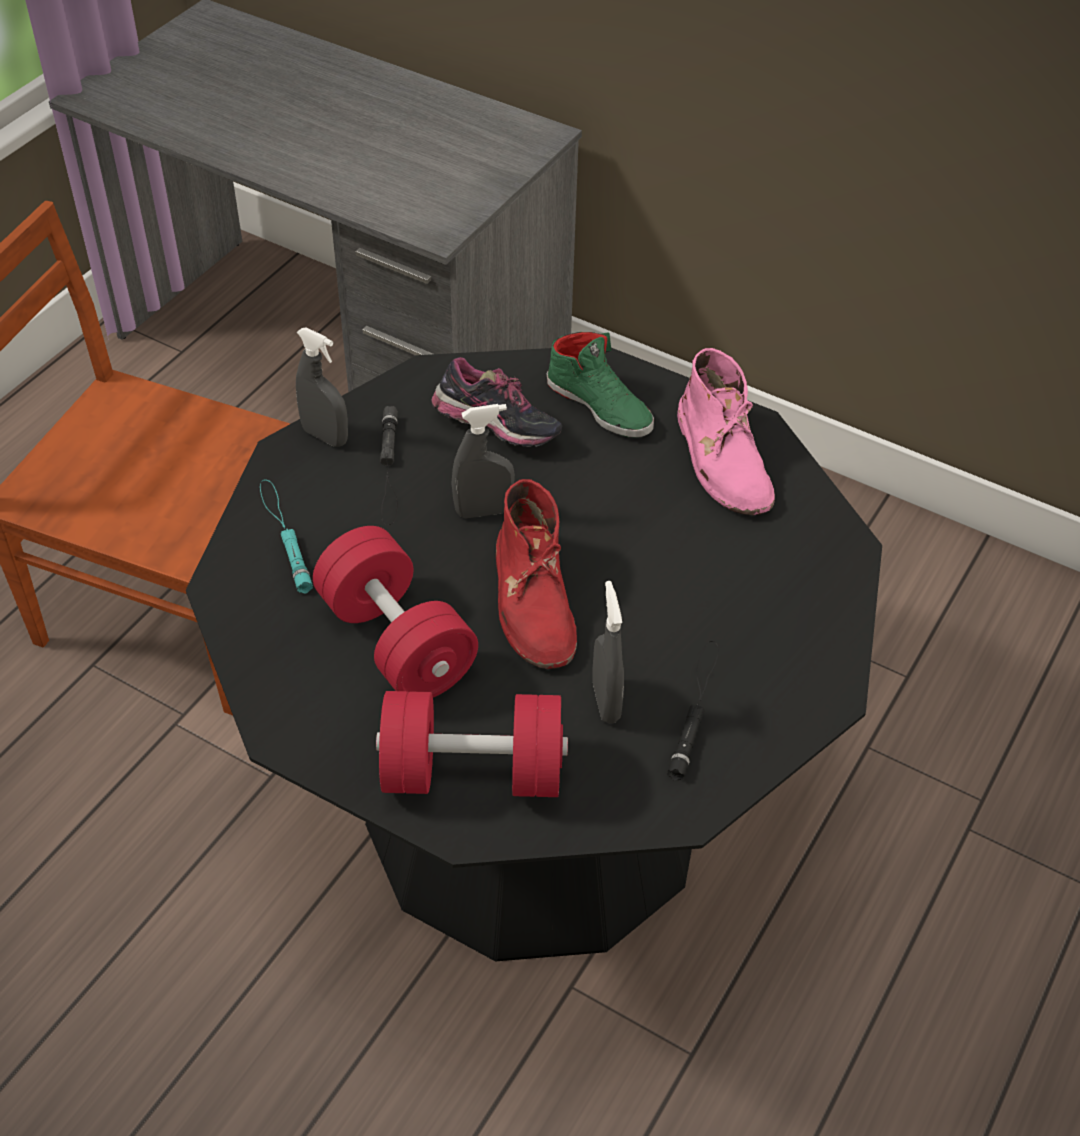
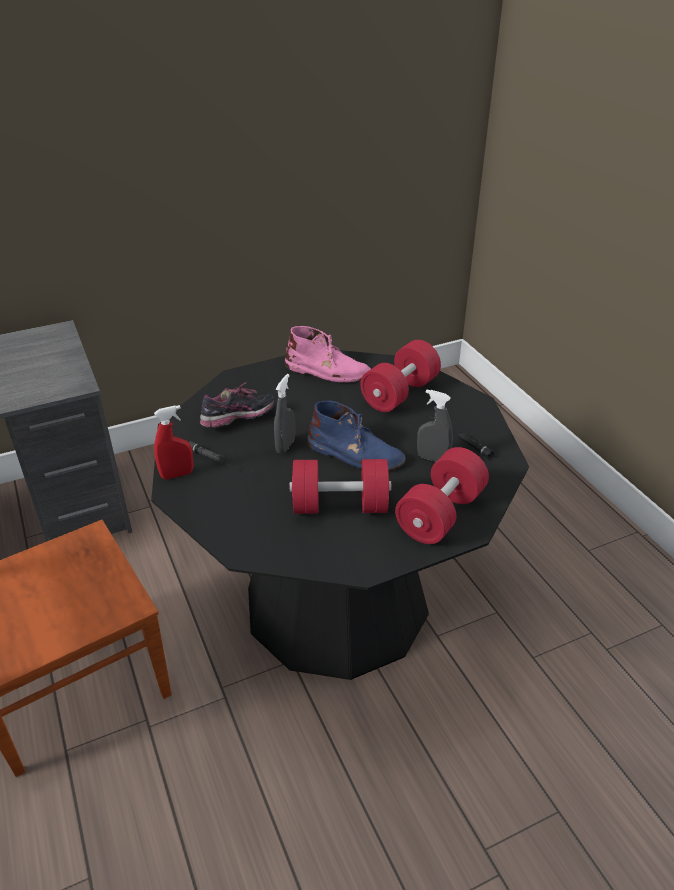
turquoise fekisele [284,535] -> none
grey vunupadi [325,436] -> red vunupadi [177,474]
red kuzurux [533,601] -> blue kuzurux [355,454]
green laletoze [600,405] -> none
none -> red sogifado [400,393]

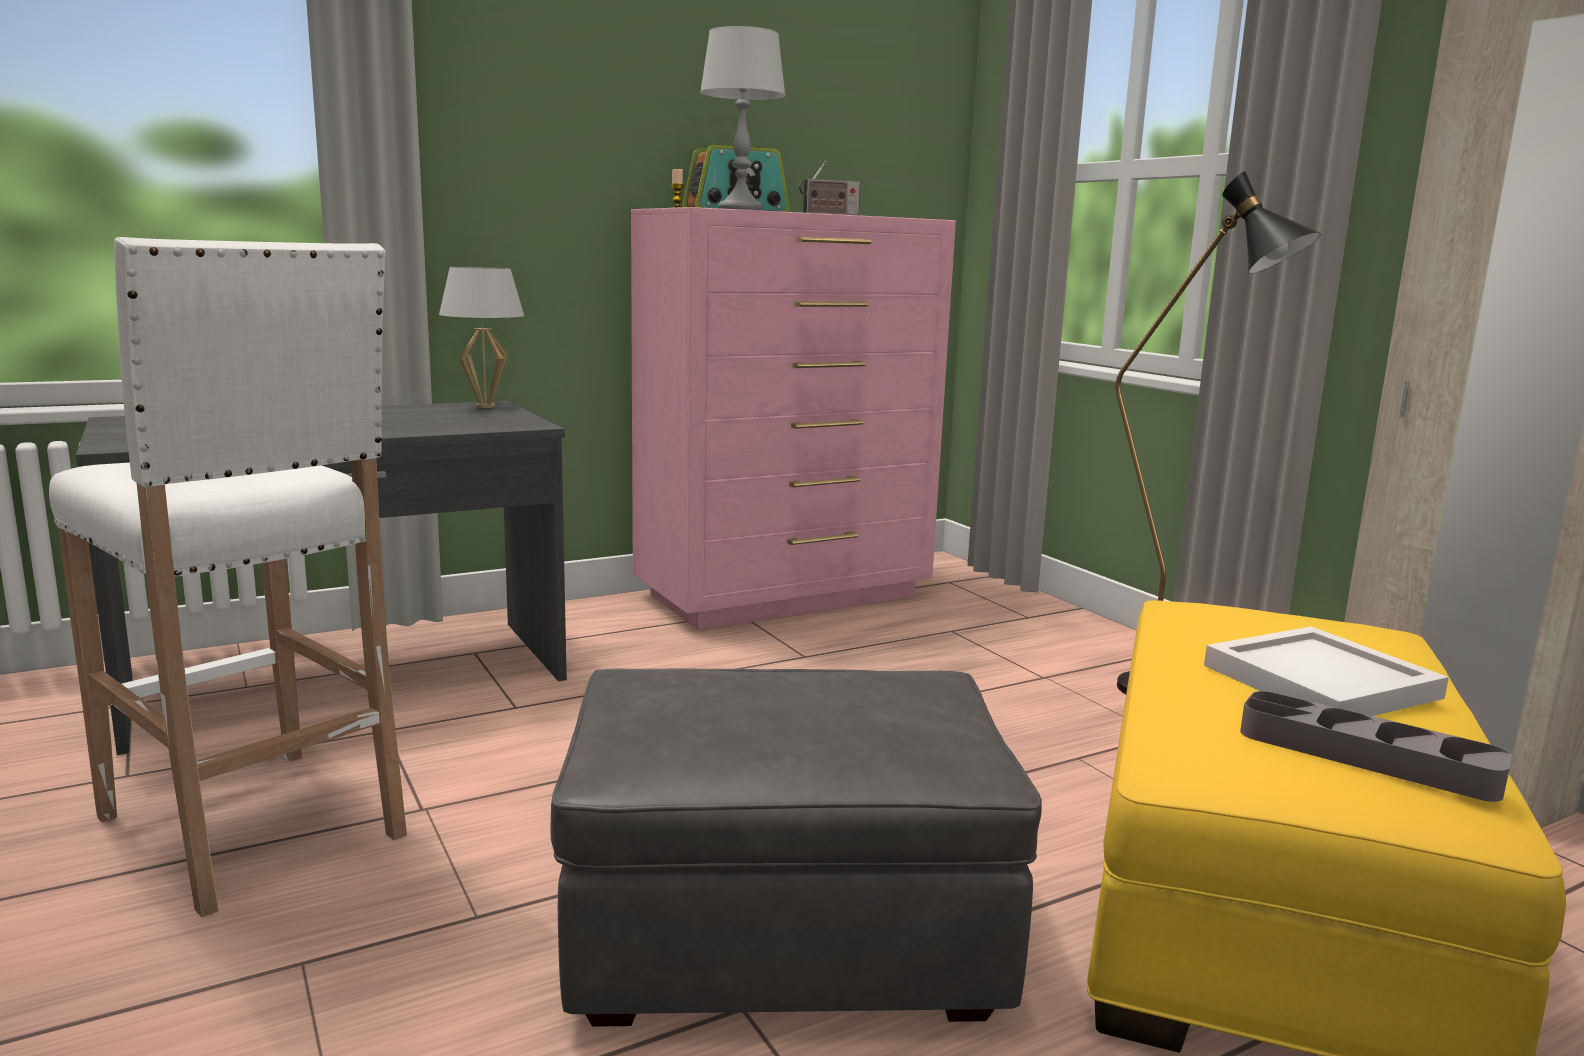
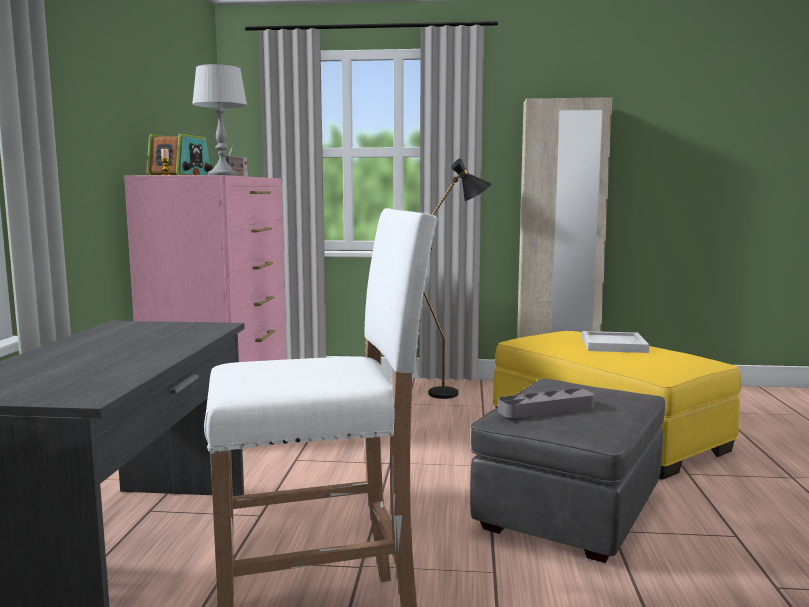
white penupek [486,406] -> none
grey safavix [1366,756] -> grey safavix [546,409], moved

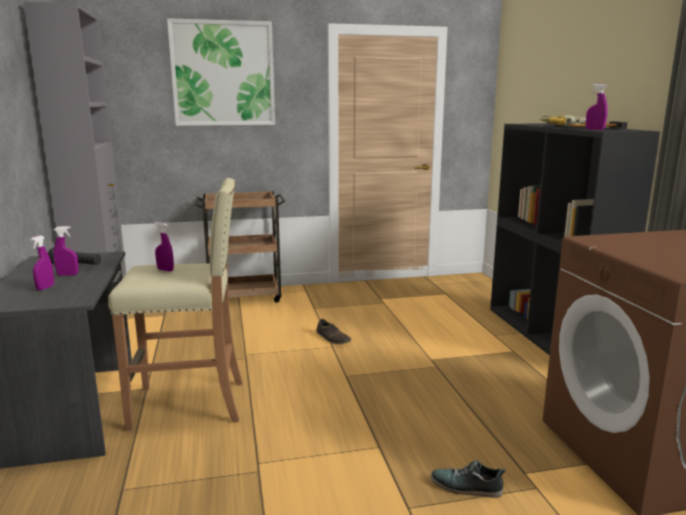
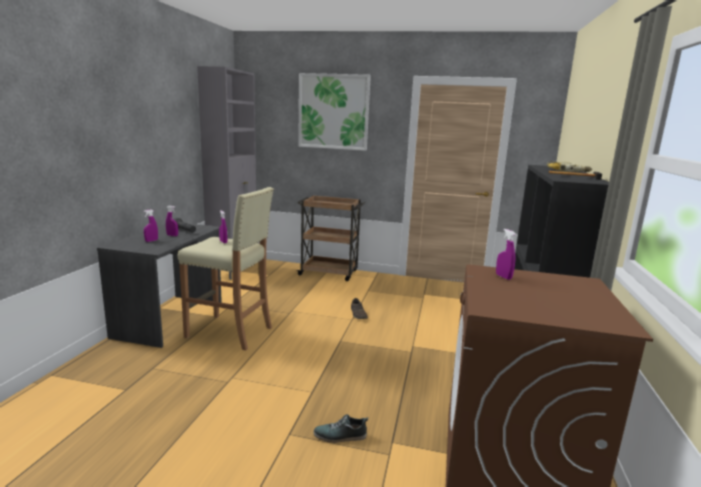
laletoze [466,487] -> laletoze [340,436], 45 degrees counterclockwise
purple vunupadi [594,129] -> purple vunupadi [503,277], moved

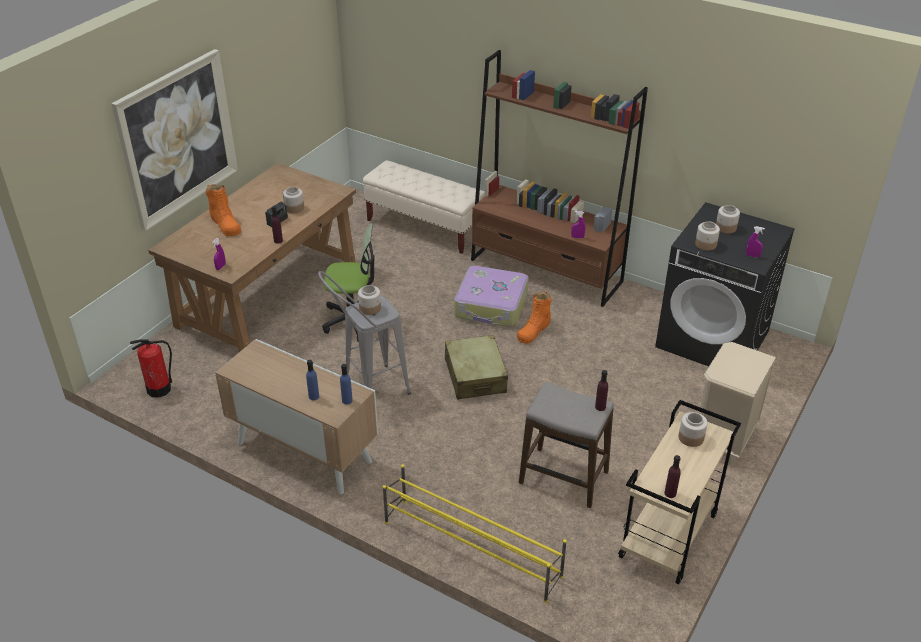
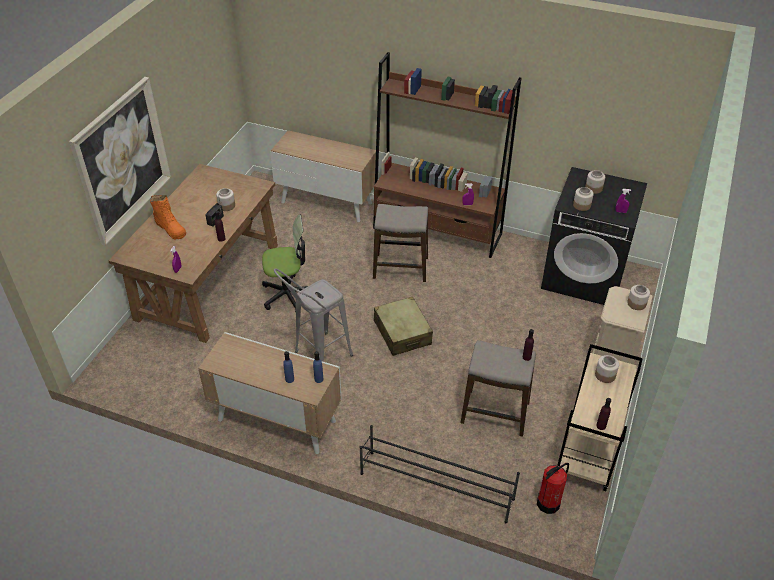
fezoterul [159,389] -> fezoterul [548,503], moved
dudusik [370,308] -> dudusik [637,303], moved
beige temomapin [425,227] -> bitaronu [327,202]
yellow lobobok [471,548] -> black lobobok [436,485]
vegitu [491,306] -> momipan [400,268]
orange kuzurux [534,330] -> none

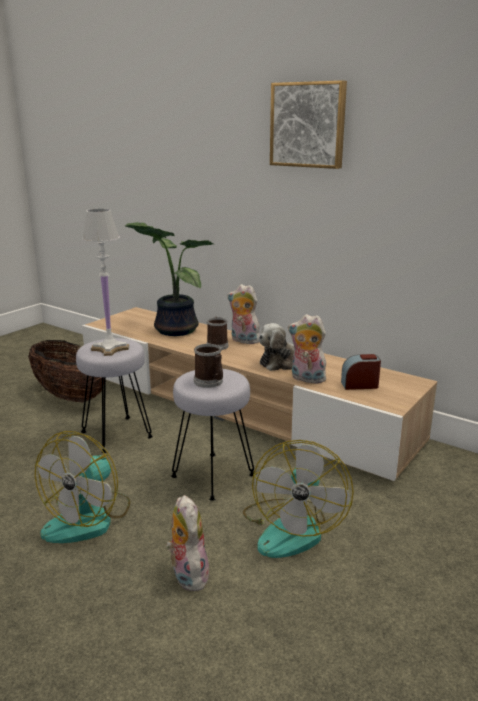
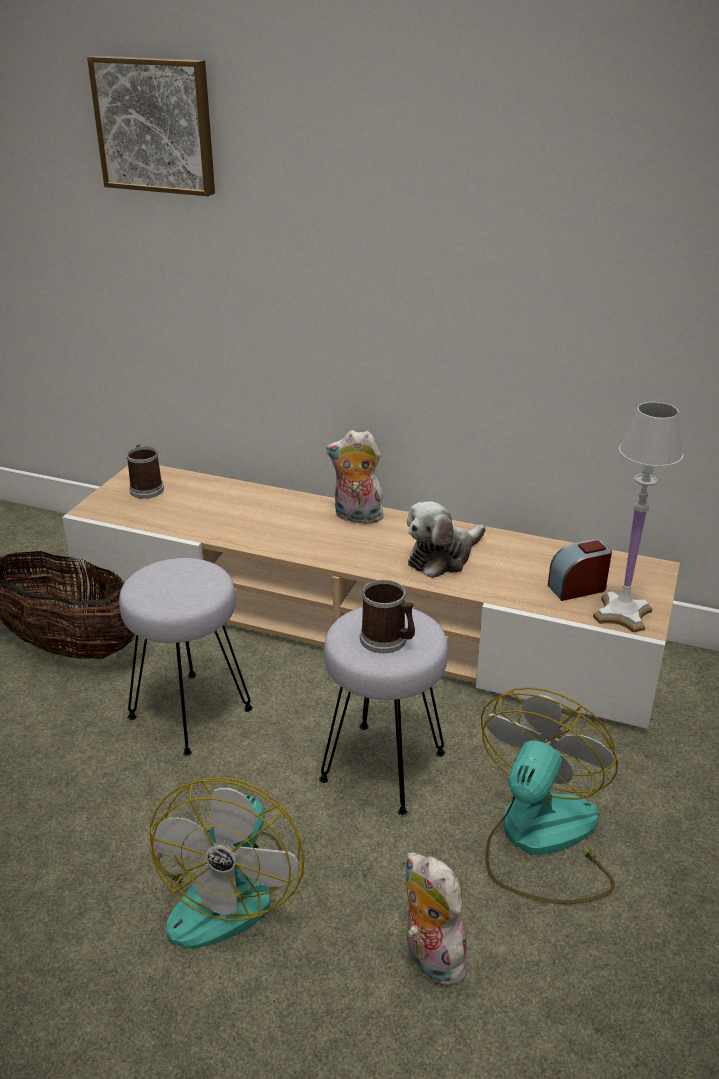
white penupek [109,349] -> white penupek [622,614], moved
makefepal [173,330] -> none
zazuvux [217,345] -> zazuvux [146,488], moved
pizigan [292,528] -> pizigan [540,841], 150 degrees counterclockwise
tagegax [308,125] -> tagegax [156,125], moved
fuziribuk [306,379] -> none

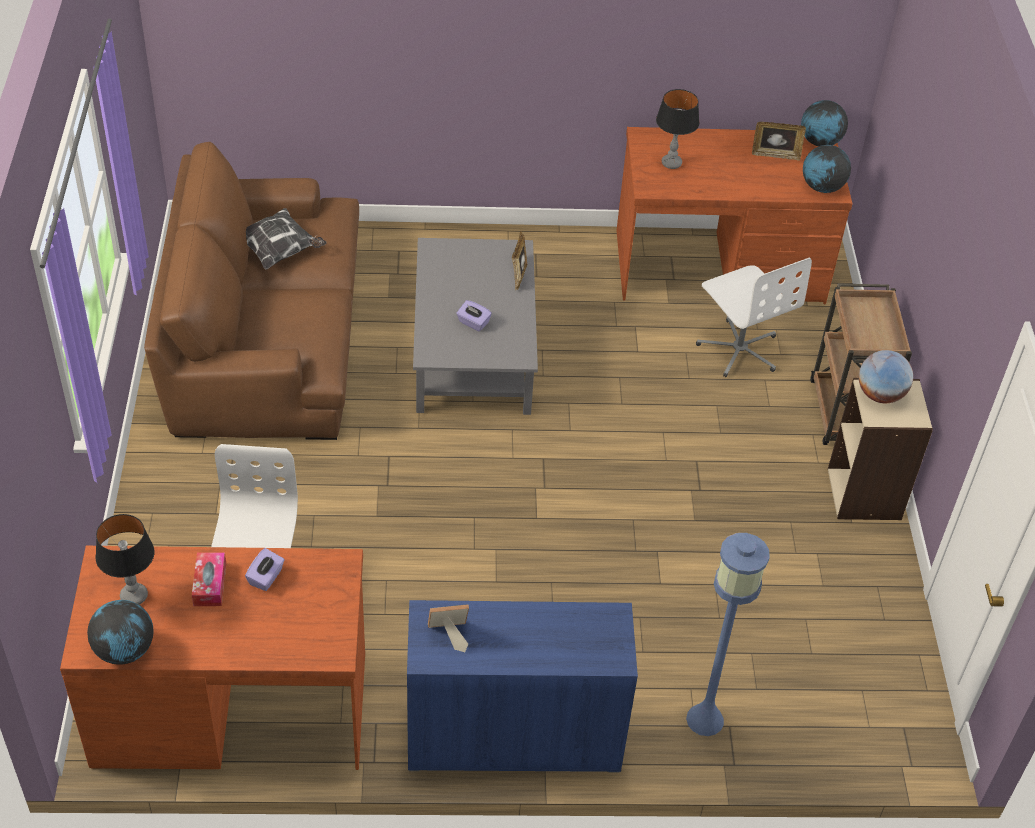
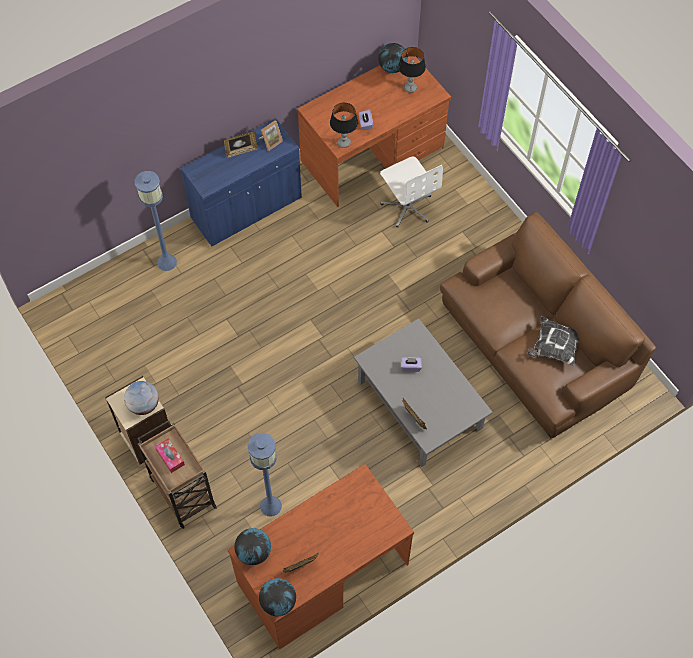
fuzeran [210,584] -> fuzeran [170,457], moved
penupek [671,163] -> penupek [343,143], moved
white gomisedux [739,349] -> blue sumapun [270,505]
none -> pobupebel [241,151]

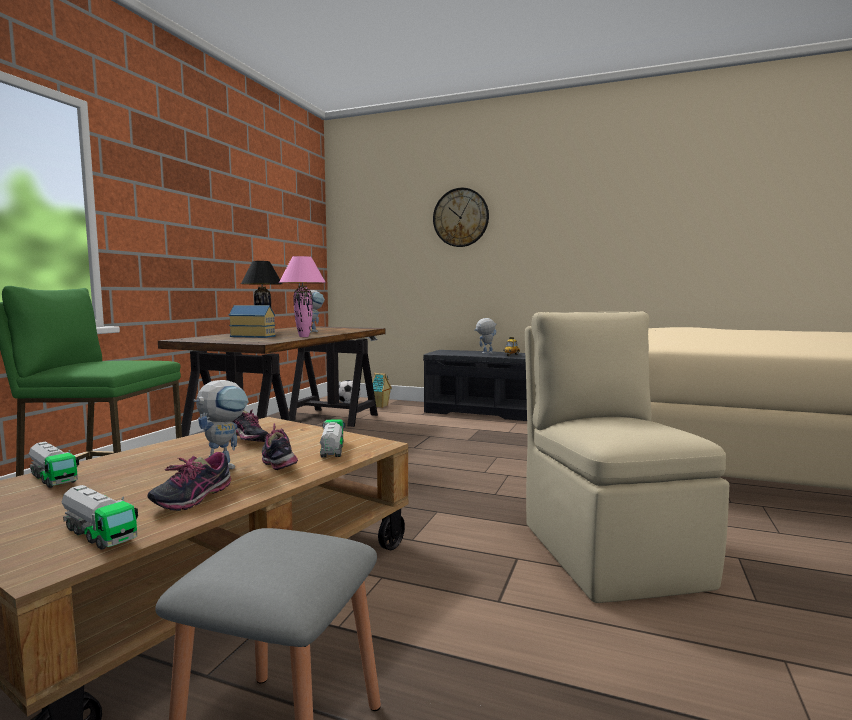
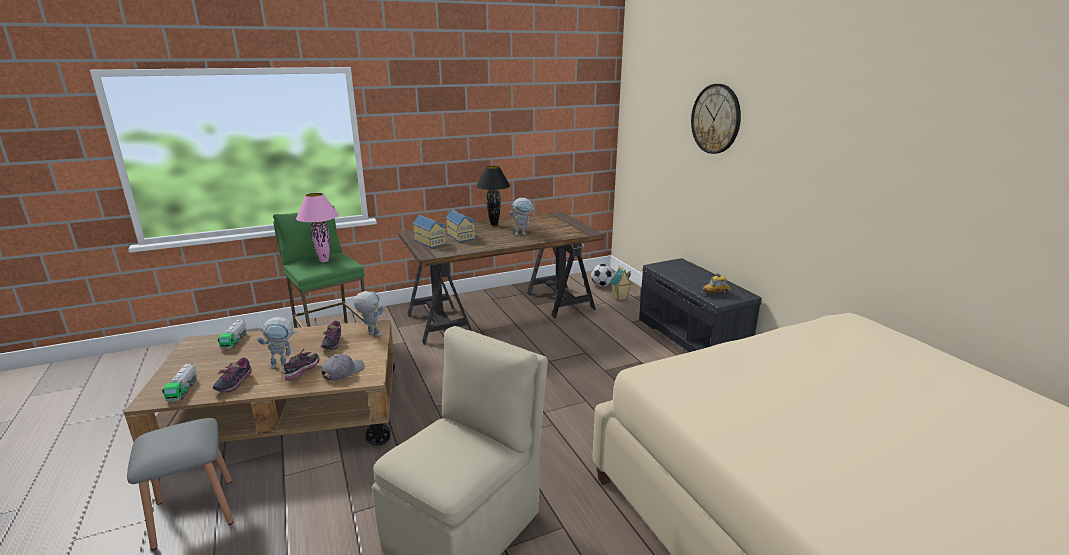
laletoze [192,500] -> laletoze [234,384], 60 degrees counterclockwise
pink penupek [304,337] -> pink penupek [324,261], moved
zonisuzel [332,450] -> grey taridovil [343,372]
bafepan [485,353] -> bafepan [371,334], moved
none -> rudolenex [430,242]

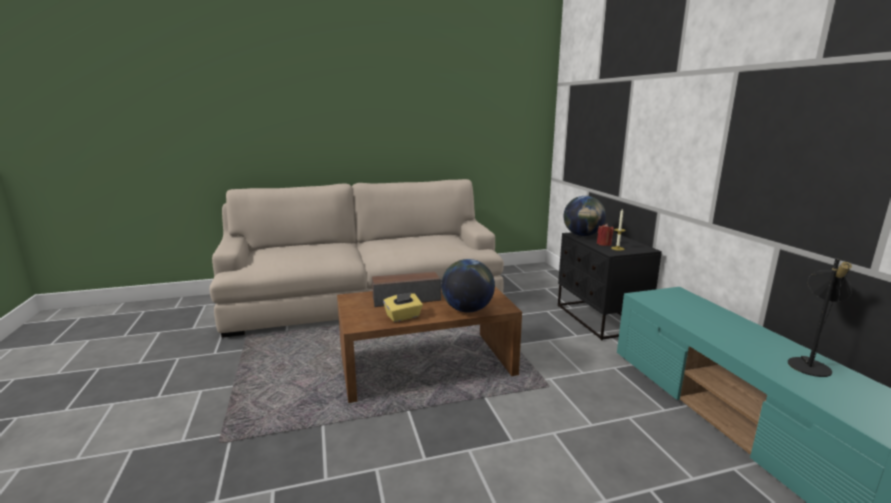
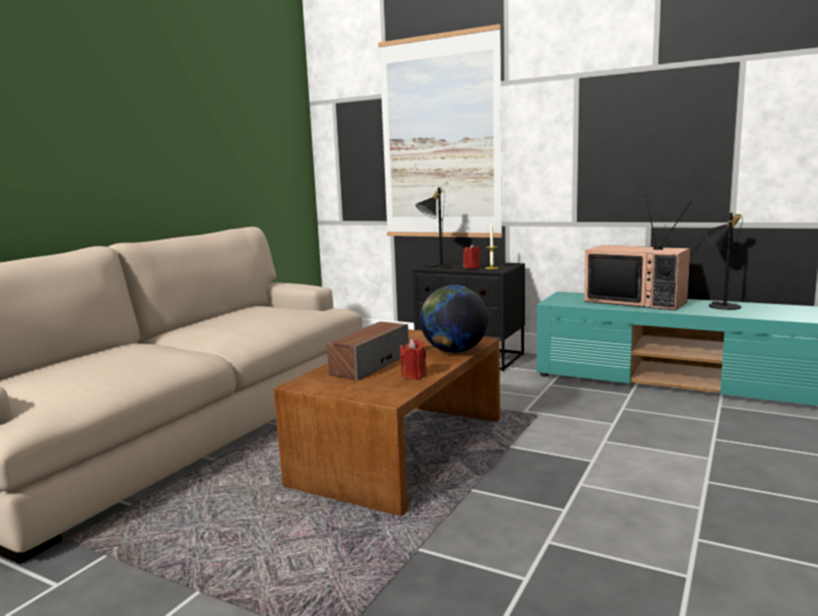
yellow fuzeran [403,317] -> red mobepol [414,375]
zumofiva [582,235] -> black penupek [436,267]
none -> tagegax [440,138]
none -> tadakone [637,301]

